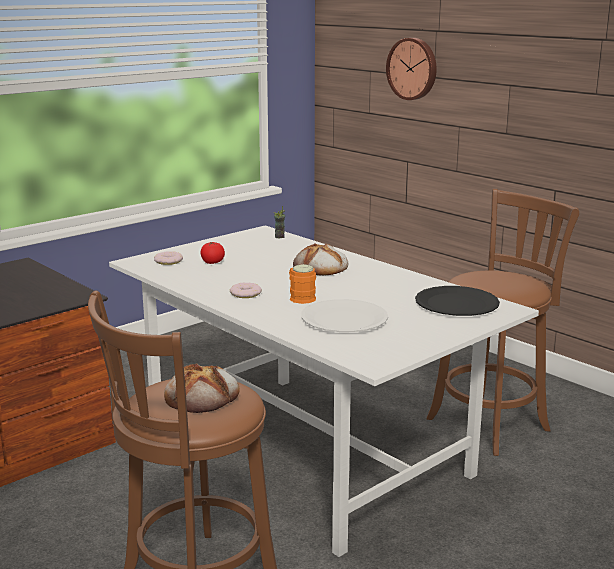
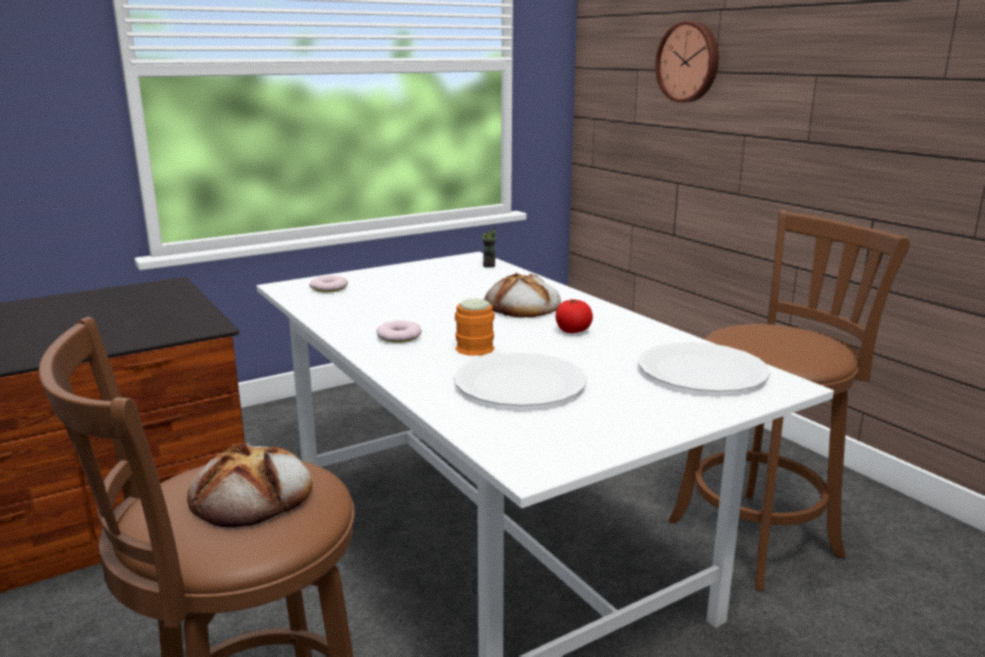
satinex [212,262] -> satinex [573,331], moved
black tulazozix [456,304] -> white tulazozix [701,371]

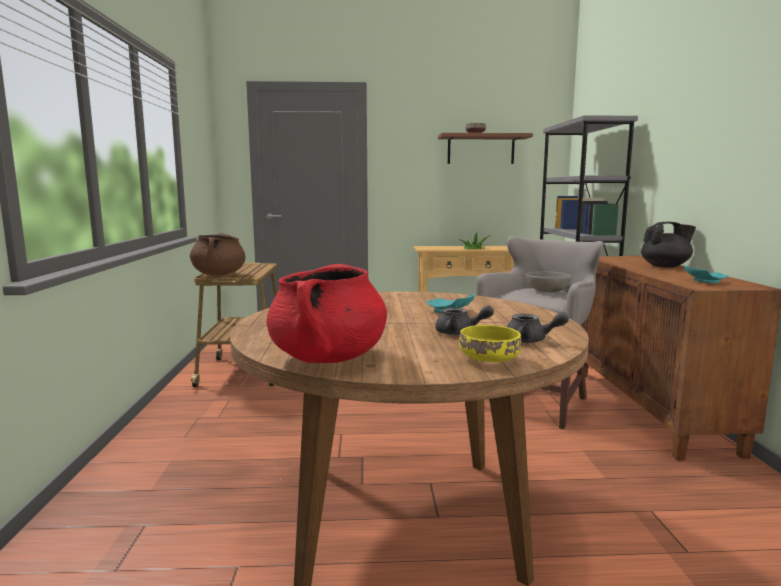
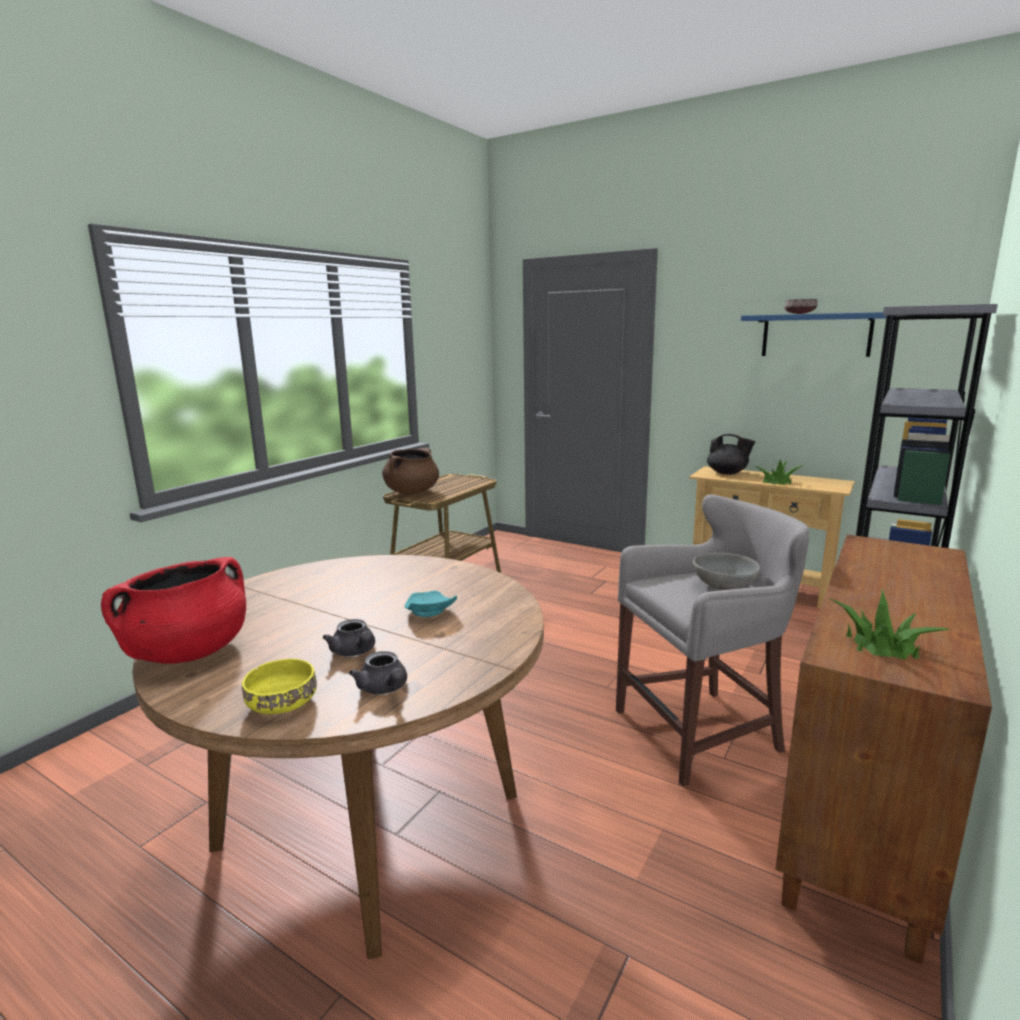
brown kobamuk [481,149] -> blue kobamuk [816,335]
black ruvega [665,266] -> black ruvega [727,473], moved
turquoise tulazozix [703,281] -> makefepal [882,644]

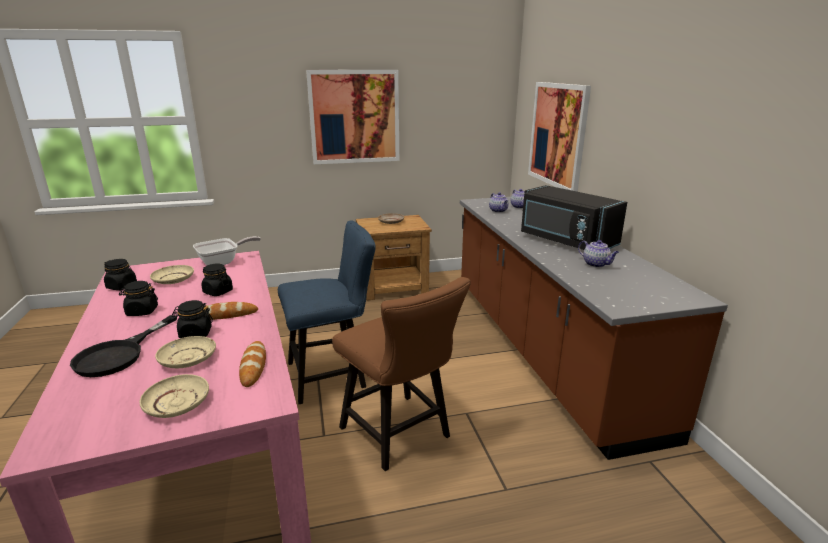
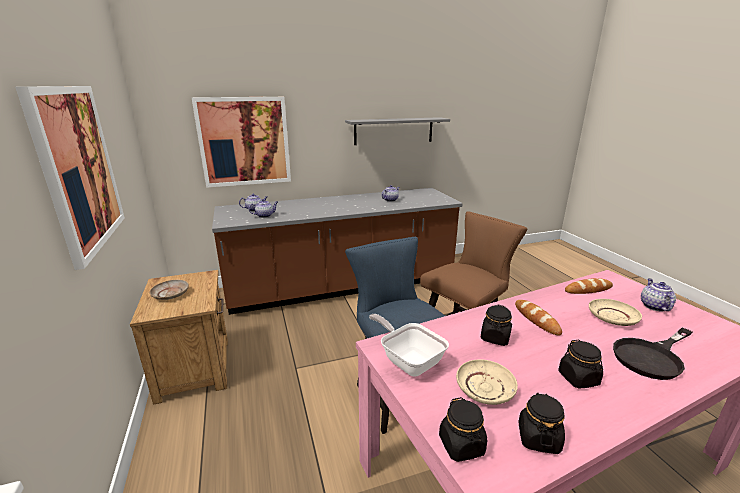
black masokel [118,354] -> black masokel [652,357], 135 degrees clockwise
beige tulazozix [177,403] -> ruvega [654,306]
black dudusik [195,333] -> black dudusik [461,445], moved
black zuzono [565,241] -> none
none -> grey kobamuk [394,131]

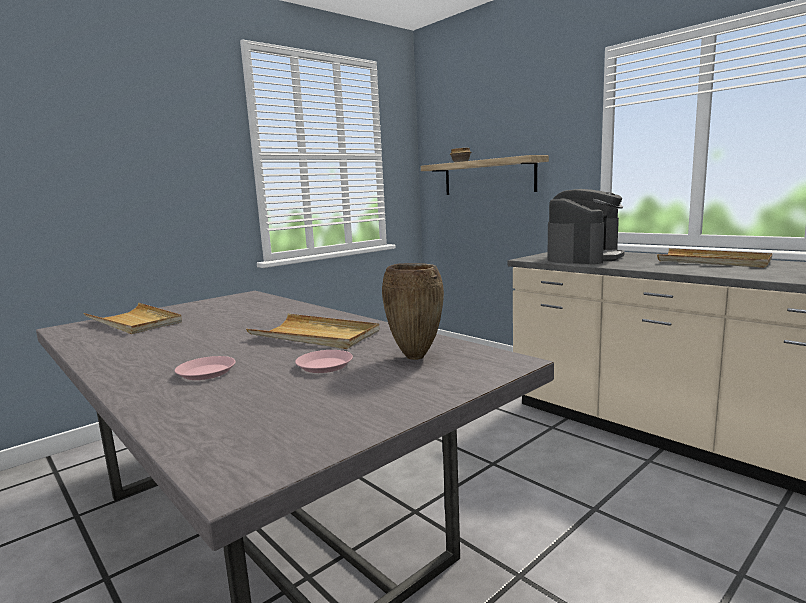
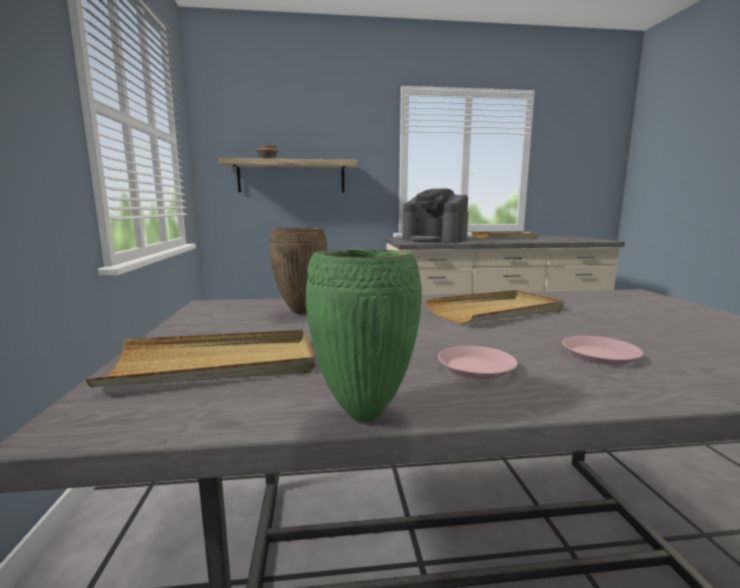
pink tulazozix [325,365] -> pink tulazozix [476,368], moved
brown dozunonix [416,357] -> brown dozunonix [301,312], moved
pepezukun [584,257] -> pepezukun [435,240], 150 degrees clockwise
none -> green dozunonix [365,414]

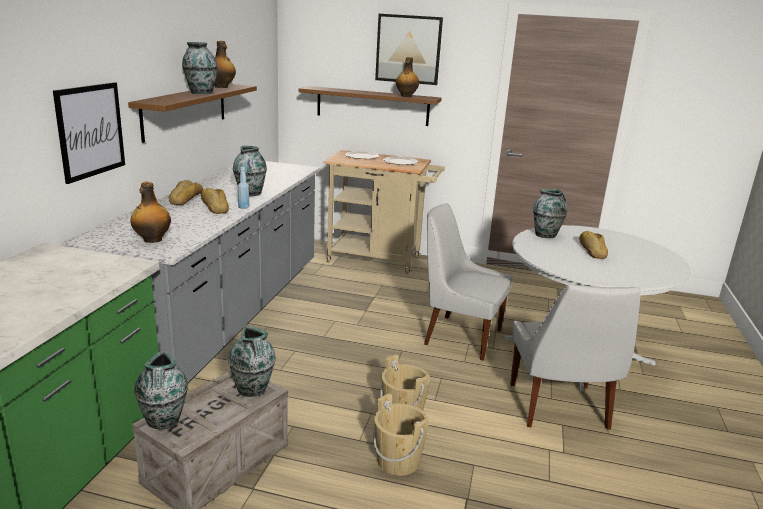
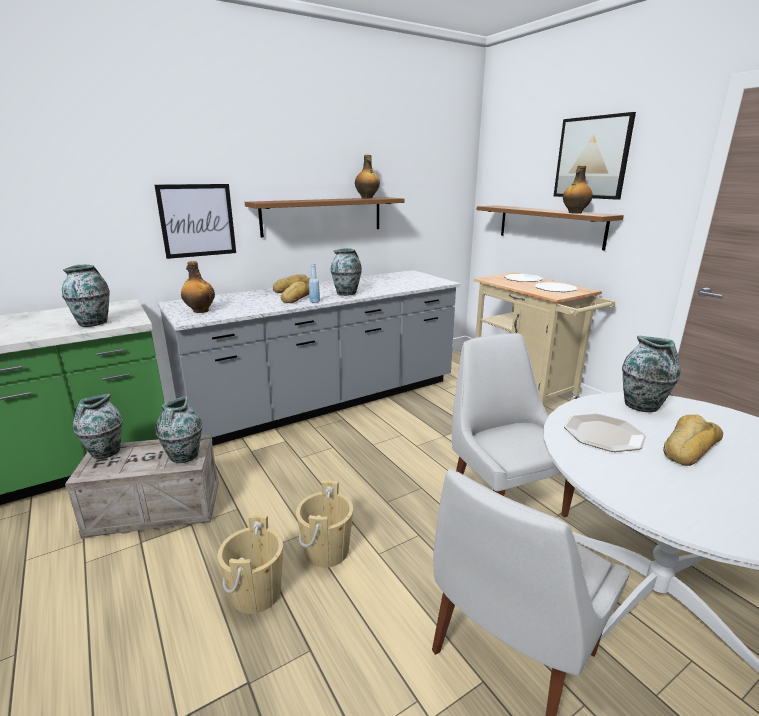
dozunonix [201,92] -> dozunonix [93,323], moved
none -> tulazozix [602,434]

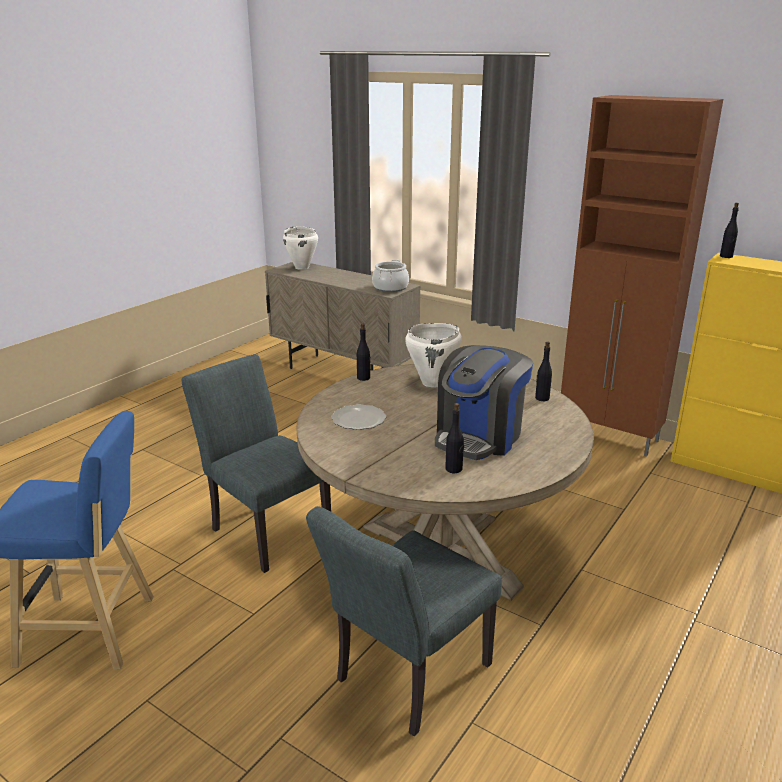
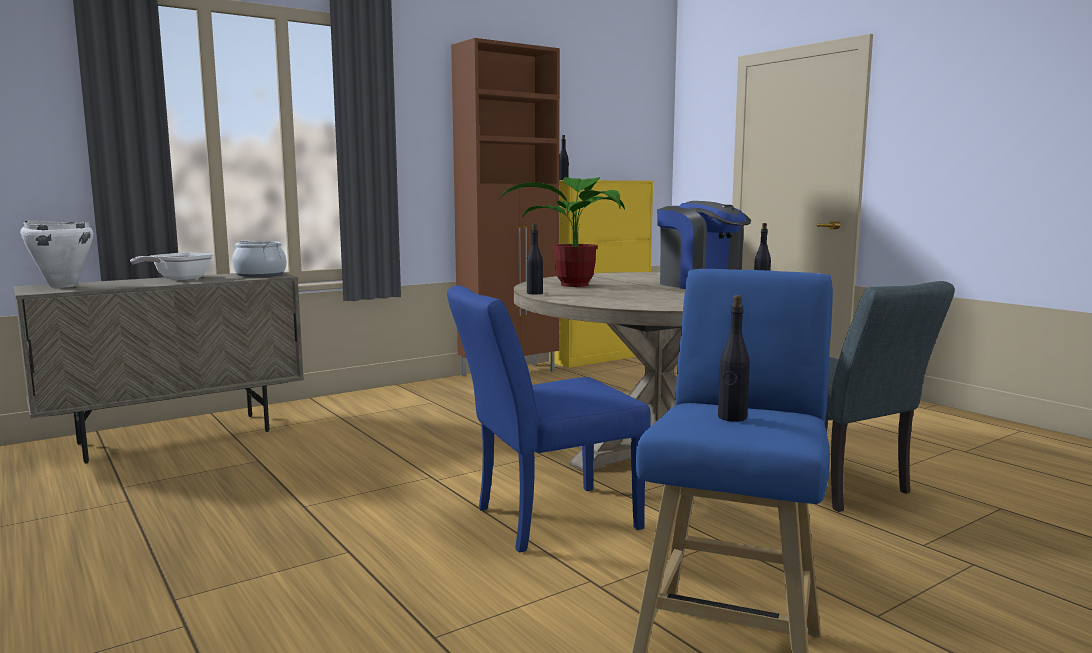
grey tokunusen [265,529] -> blue tokunusen [545,520]
tulazozix [358,420] -> none
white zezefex [433,383] -> makefepal [574,284]
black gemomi [542,398] -> black gemomi [732,417], moved
none -> masokel [178,279]

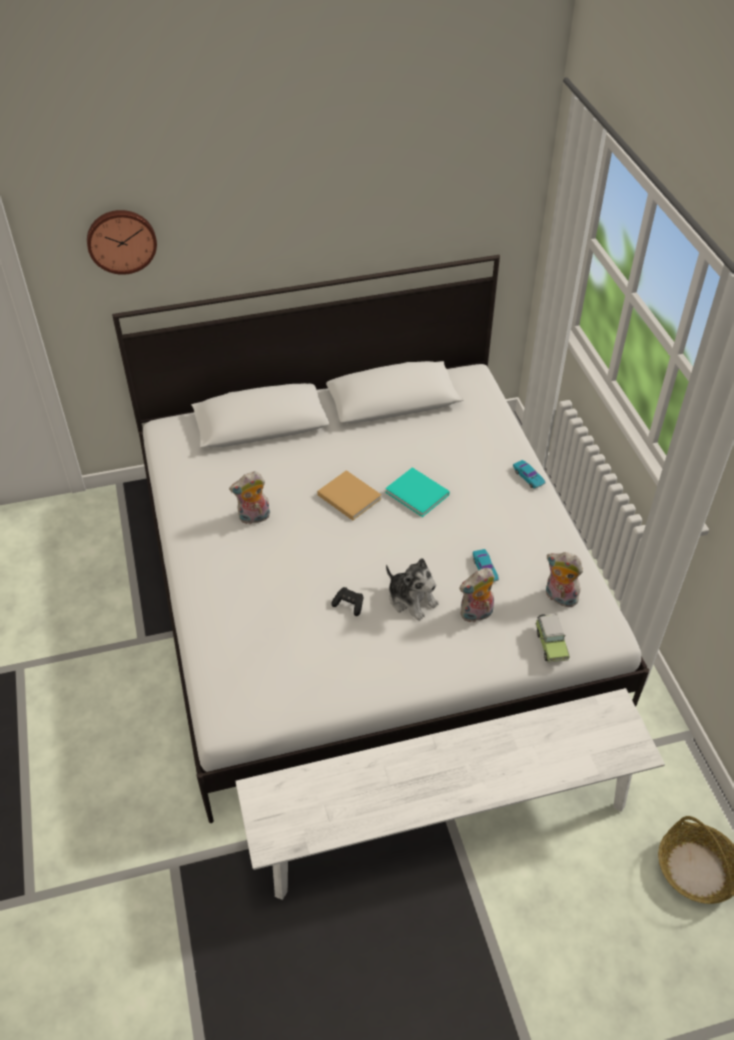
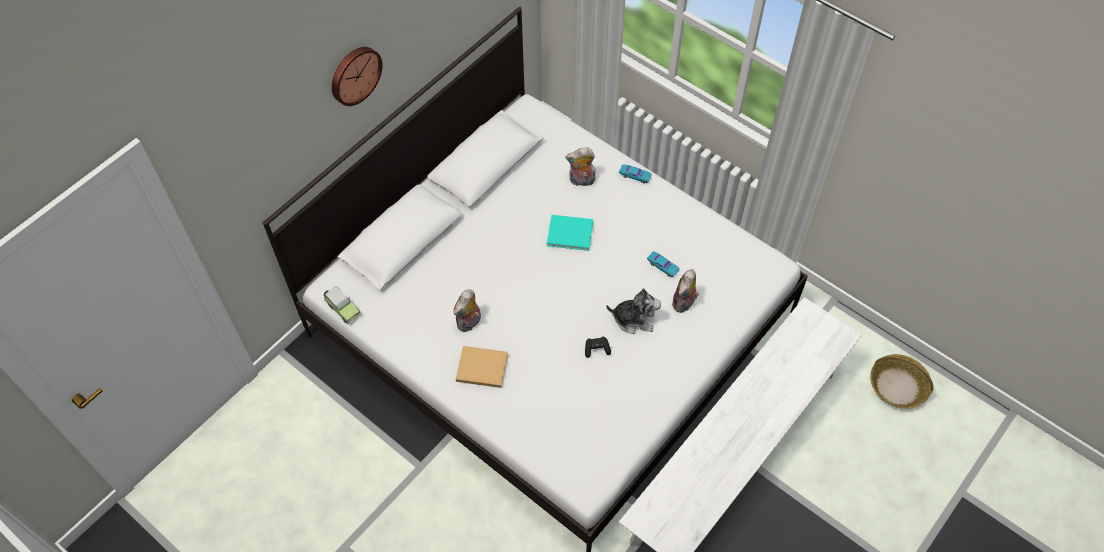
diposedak [121,240] -> diposedak [354,74], moved
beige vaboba [348,496] -> beige vaboba [480,367], moved
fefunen [550,644] -> fefunen [342,308], moved
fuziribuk [559,598] -> fuziribuk [581,181], moved

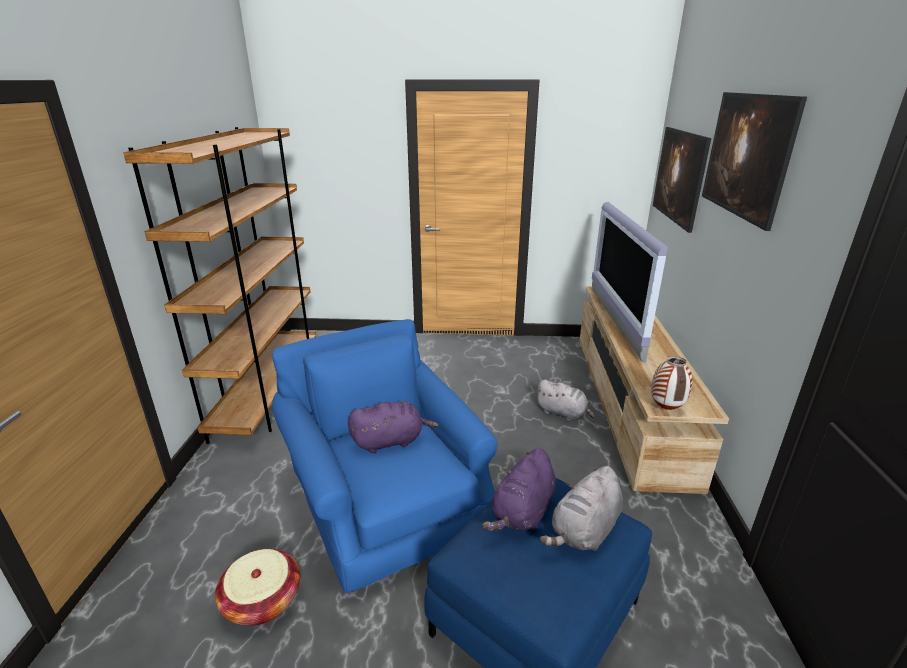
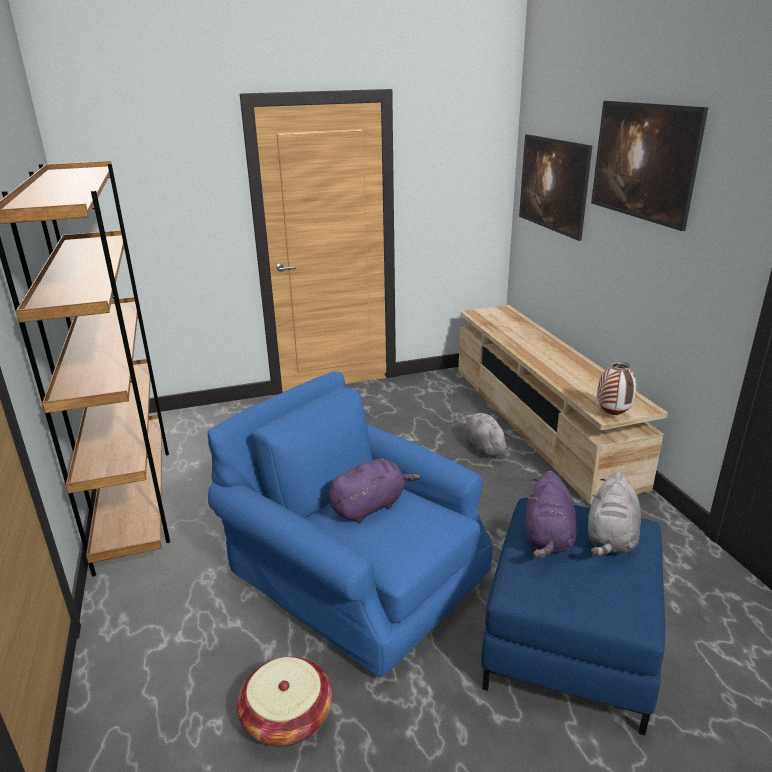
grey fuziribuk [563,413] -> grey fuziribuk [483,447], 120 degrees counterclockwise
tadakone [613,322] -> none

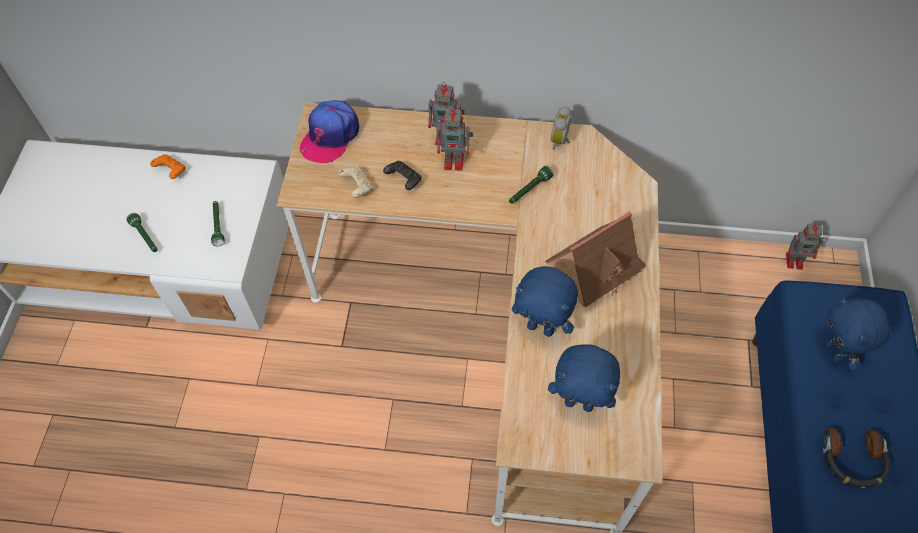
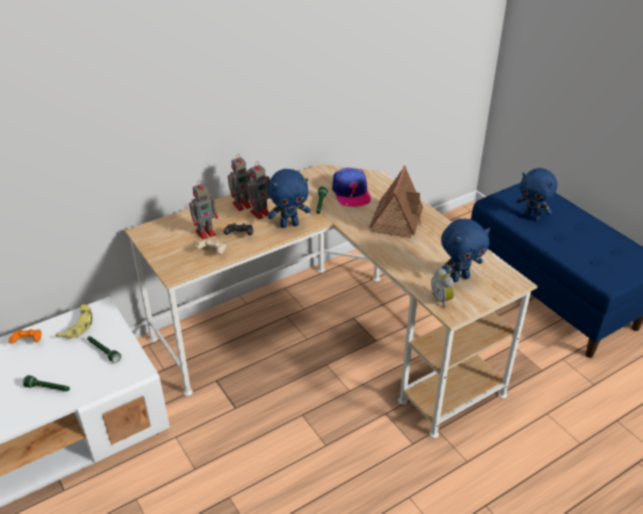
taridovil [330,136] -> taridovil [351,193], moved
blue fuziribuk [541,327] -> blue fuziribuk [289,224], moved
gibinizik [561,141] -> gibinizik [442,299], moved
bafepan [795,261] -> bafepan [206,232], moved
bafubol [852,461] -> none
none -> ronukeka [78,325]

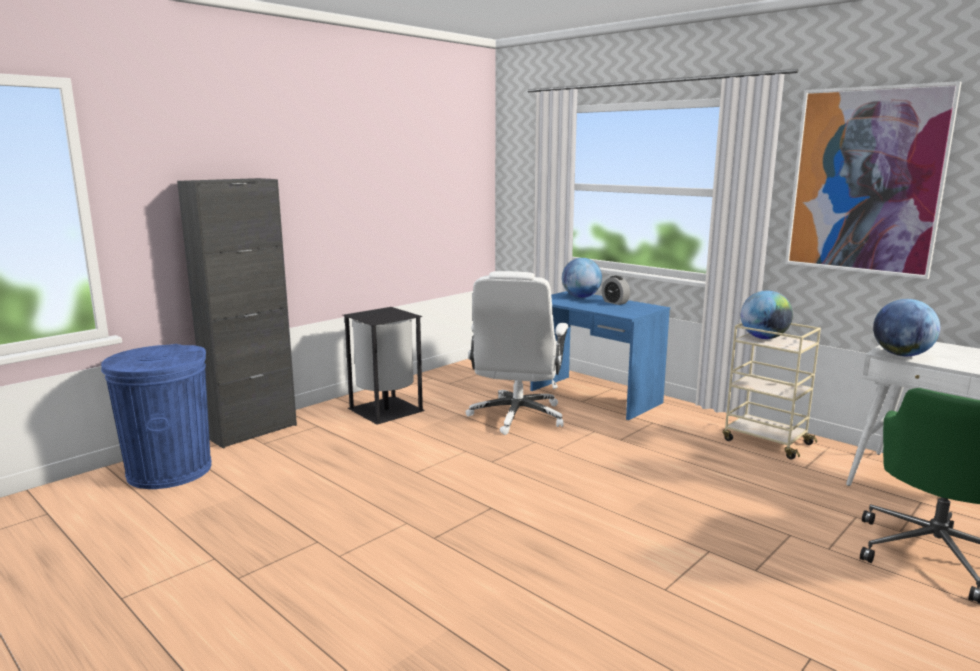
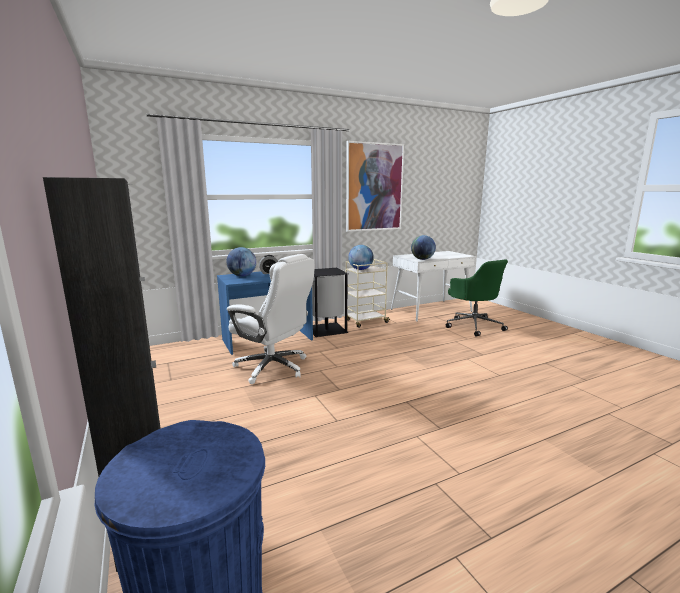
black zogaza [385,410] -> black zogaza [327,329], moved

